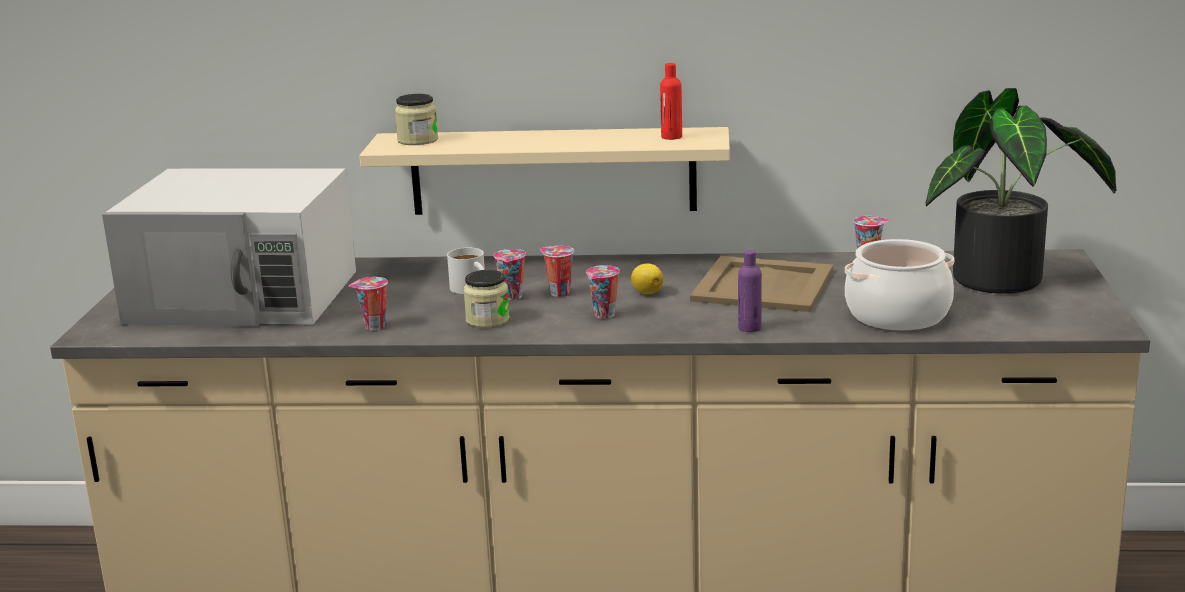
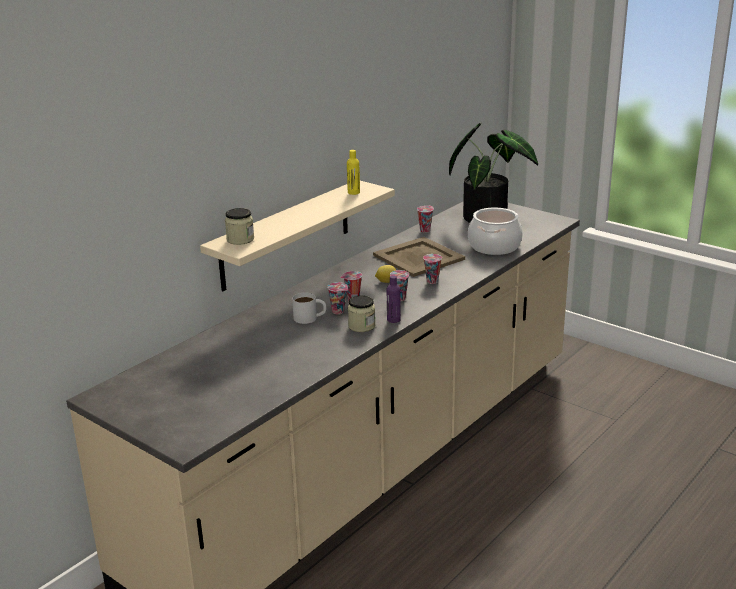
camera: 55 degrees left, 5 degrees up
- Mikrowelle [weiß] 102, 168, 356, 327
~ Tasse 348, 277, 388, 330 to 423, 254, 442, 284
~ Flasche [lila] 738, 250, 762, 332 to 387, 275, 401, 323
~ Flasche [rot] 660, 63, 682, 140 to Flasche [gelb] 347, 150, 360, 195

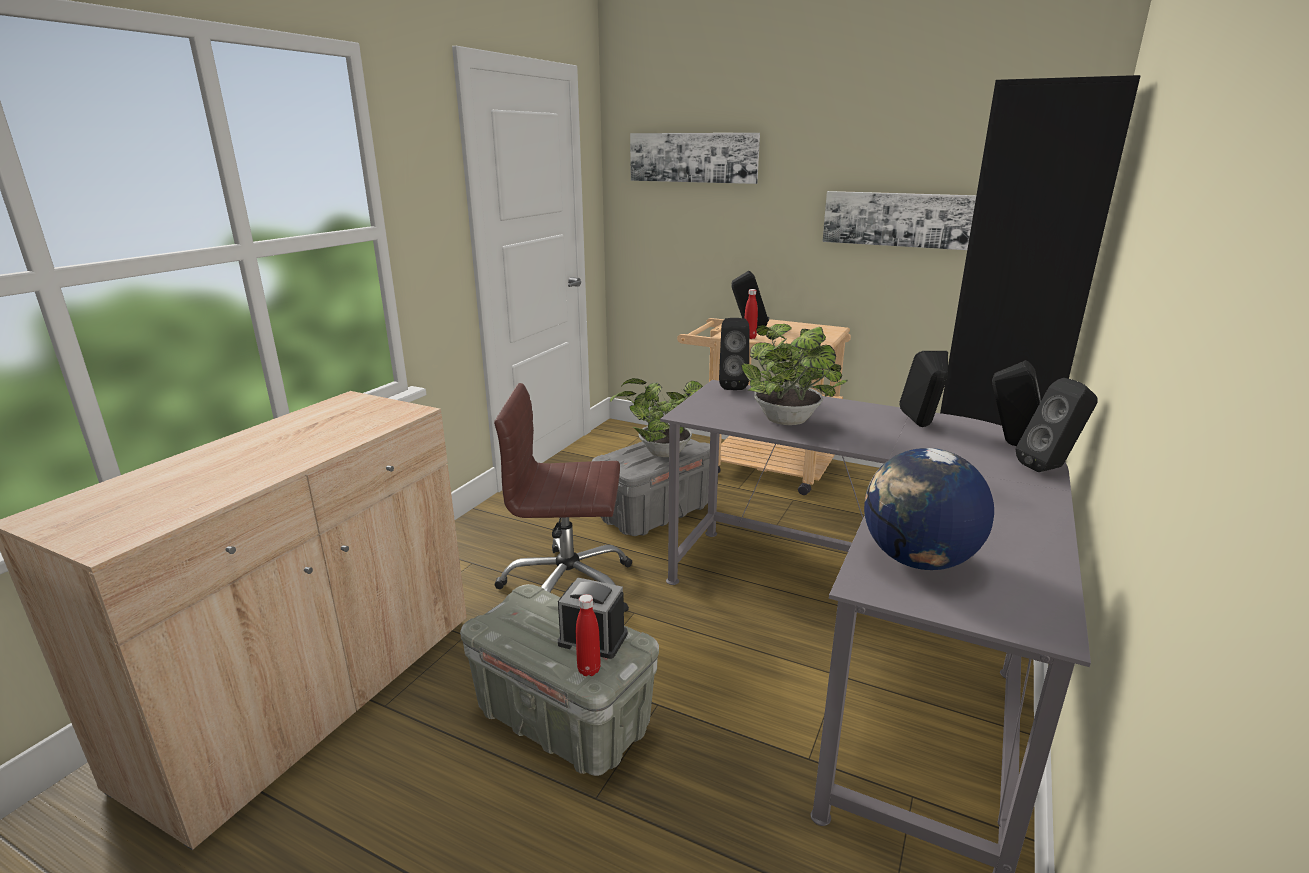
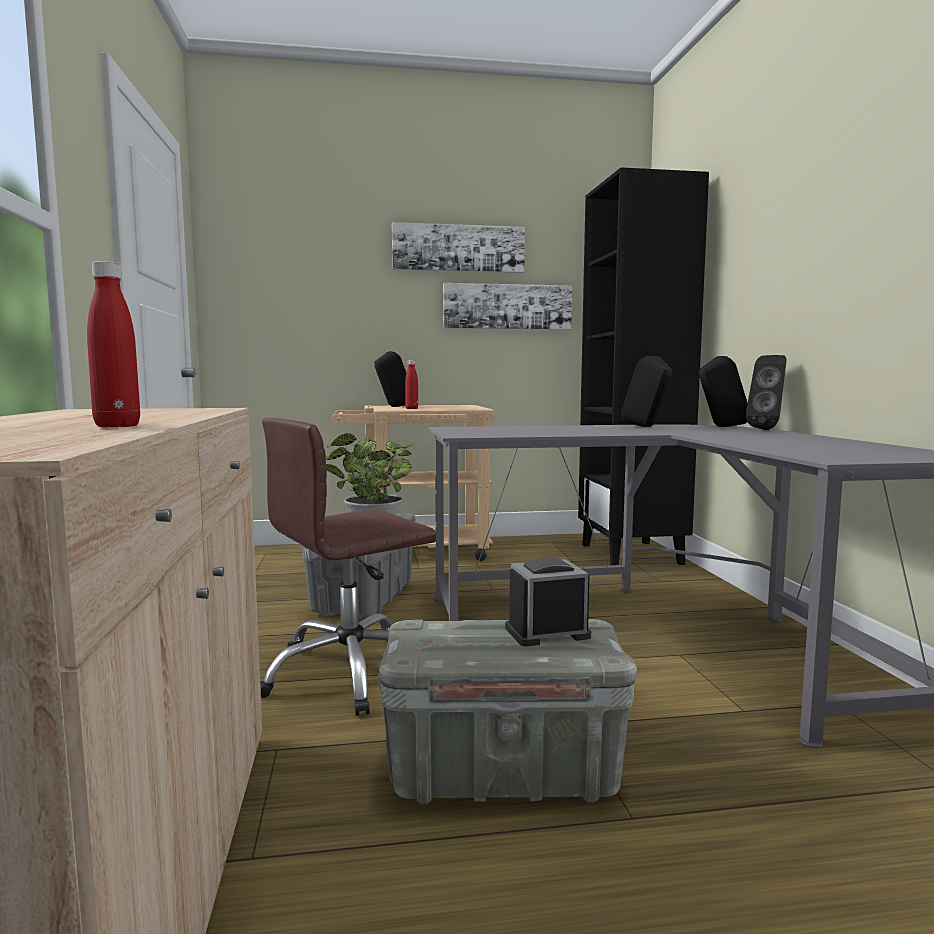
camera: 35 degrees left, 15 degrees down
- Lautsprecher [schwarz] 719, 318, 749, 390
- Topfpflanze 741, 324, 848, 425
- Globus 864, 448, 994, 570
~ Flasche [rot] 576, 594, 601, 676 to 87, 261, 140, 427
~ Bild 630, 133, 760, 184 to 392, 222, 525, 273

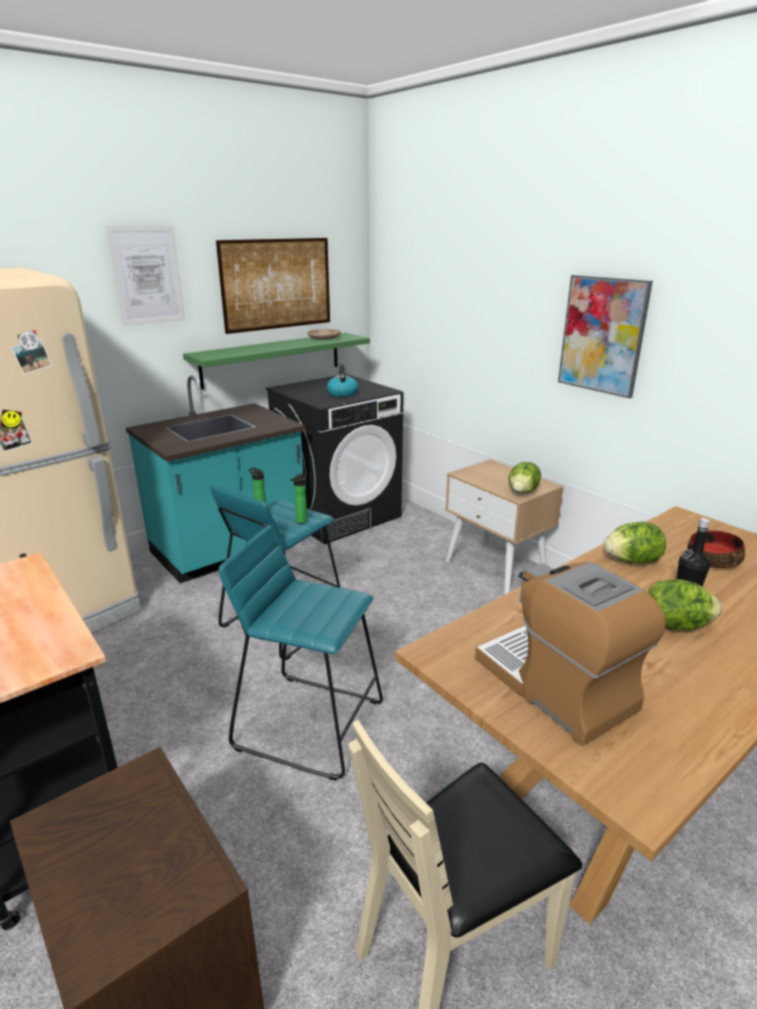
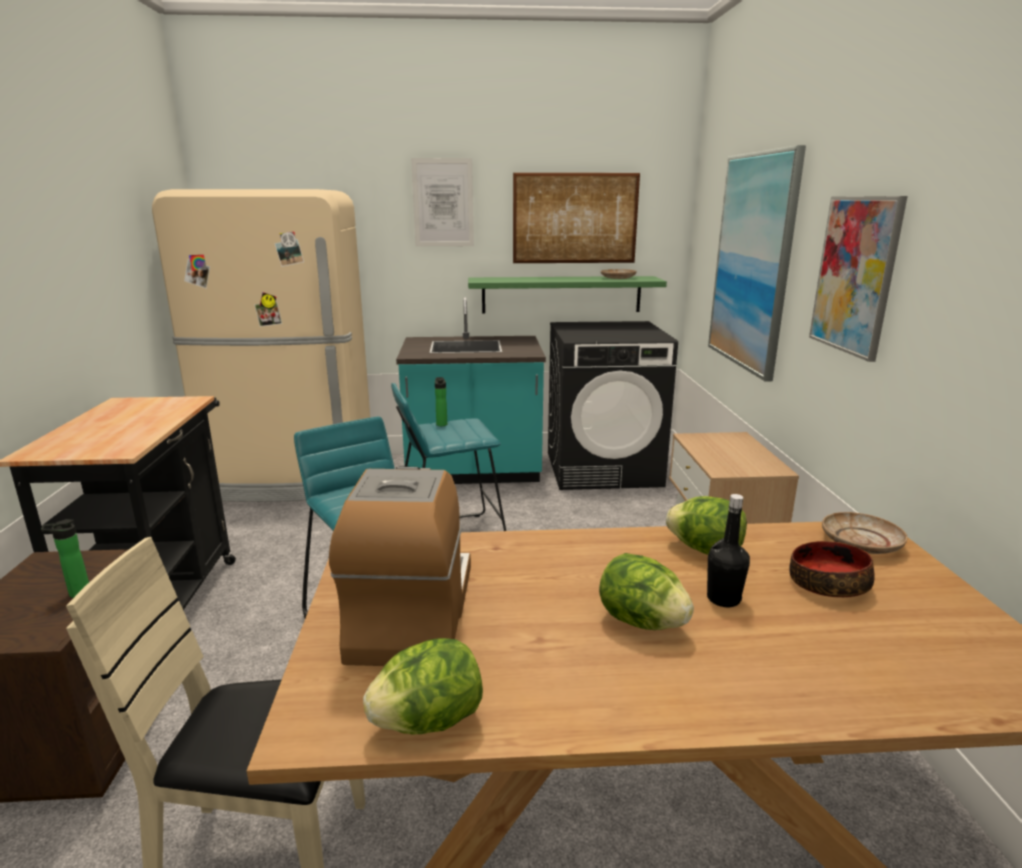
camera: 35 degrees right, 5 degrees down
- Wasserkessel 327, 364, 358, 397
+ Bild 708, 145, 806, 381
+ Teller [beige] 822, 512, 907, 554
~ Flasche 290, 474, 308, 523 to 41, 519, 89, 598
~ Salatkopf 508, 462, 541, 494 to 363, 638, 483, 735

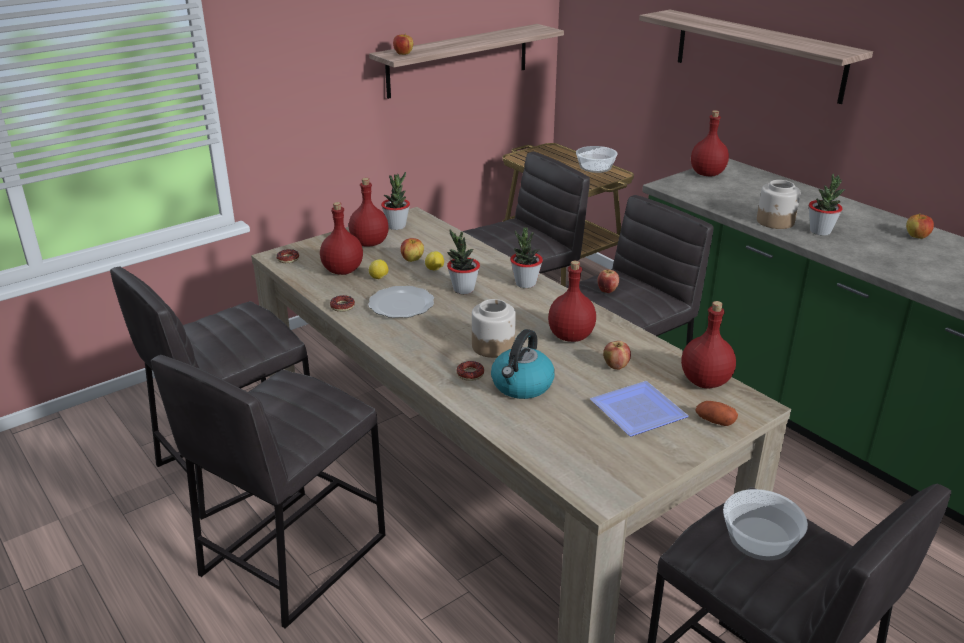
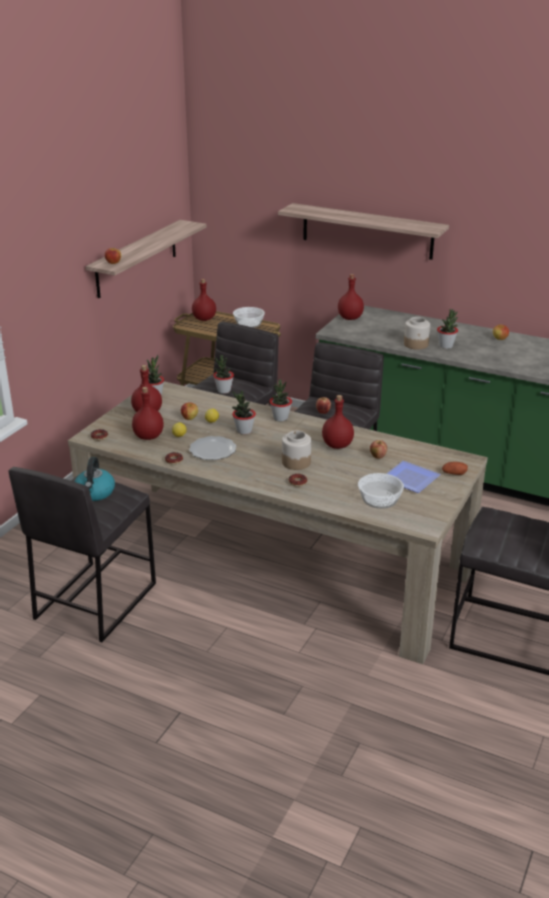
camera: 25 degrees left, 0 degrees up
- Hocker [grau] 151, 355, 386, 629
+ Topfpflanze 213, 355, 234, 394
~ Wasserkessel 491, 329, 555, 399 to 74, 457, 115, 501
~ Flasche [rot] 681, 301, 736, 388 to 192, 279, 216, 321
~ Schüssel 723, 489, 808, 560 to 358, 473, 404, 509

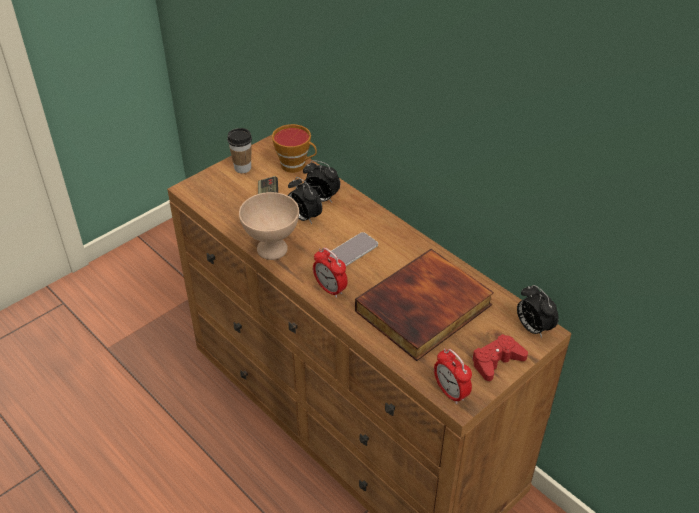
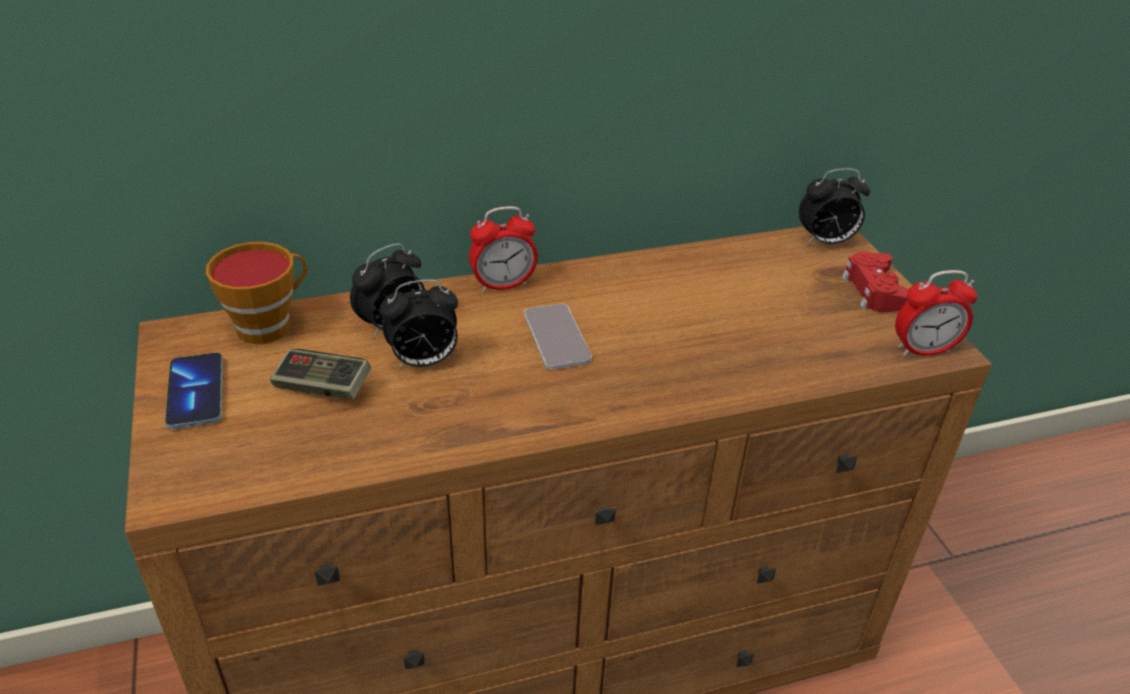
camera: 65 degrees left, 5 degrees down
- Schüssel [beige] 239, 192, 299, 260
- Buch 355, 249, 494, 361
~ Wecker 313, 247, 348, 298 to 469, 206, 538, 292
~ Tasse 227, 128, 252, 173 to Handy 165, 353, 223, 429

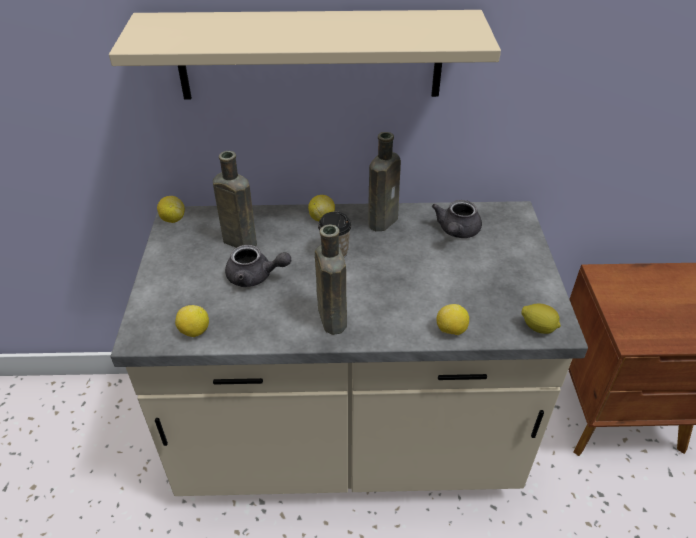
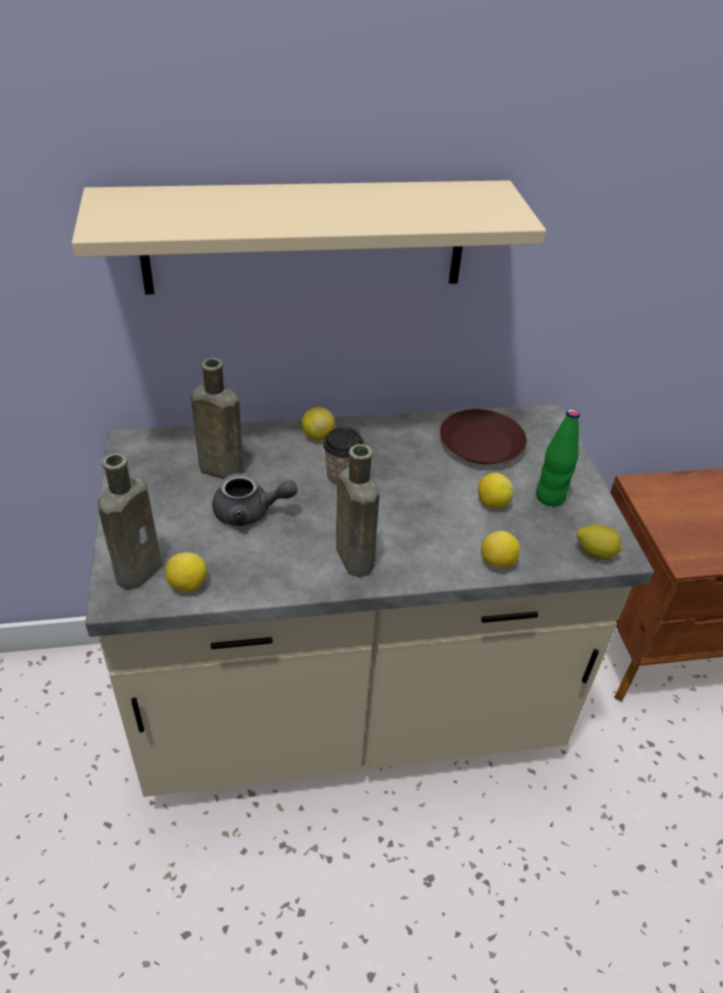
camera: 10 degrees left, 0 degrees up
+ Flasche [grün] 536, 408, 580, 507
~ Zitrone 157, 196, 185, 223 to 478, 473, 513, 509
~ Flasche [braun] 368, 132, 401, 231 to 98, 453, 162, 590
~ Teekanne [grau] 432, 200, 482, 238 to Teller [braun] 440, 409, 527, 464

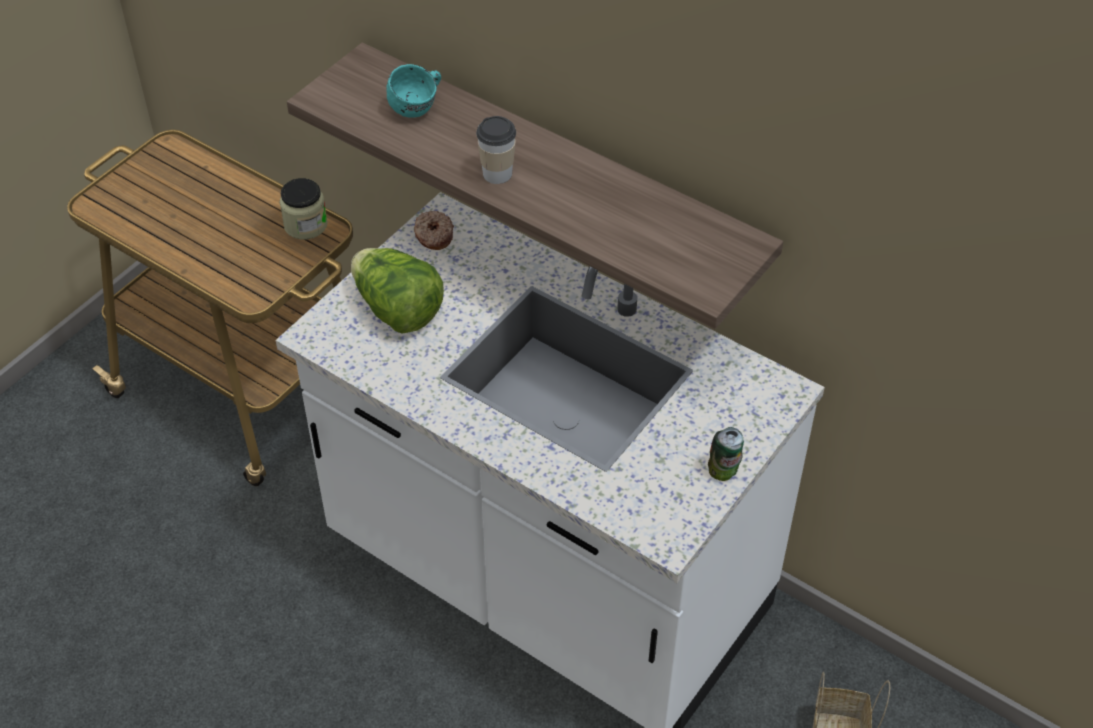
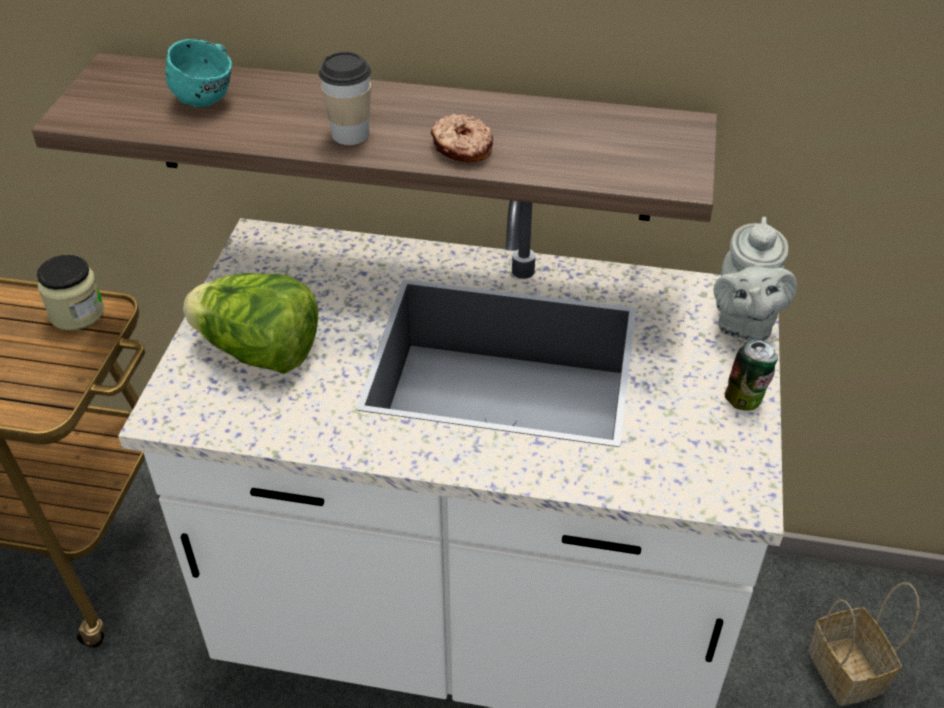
camera: 25 degrees left, 5 degrees down
+ Teekanne [grau] 713, 217, 797, 341
~ Donut 414, 211, 454, 250 to 431, 114, 493, 163

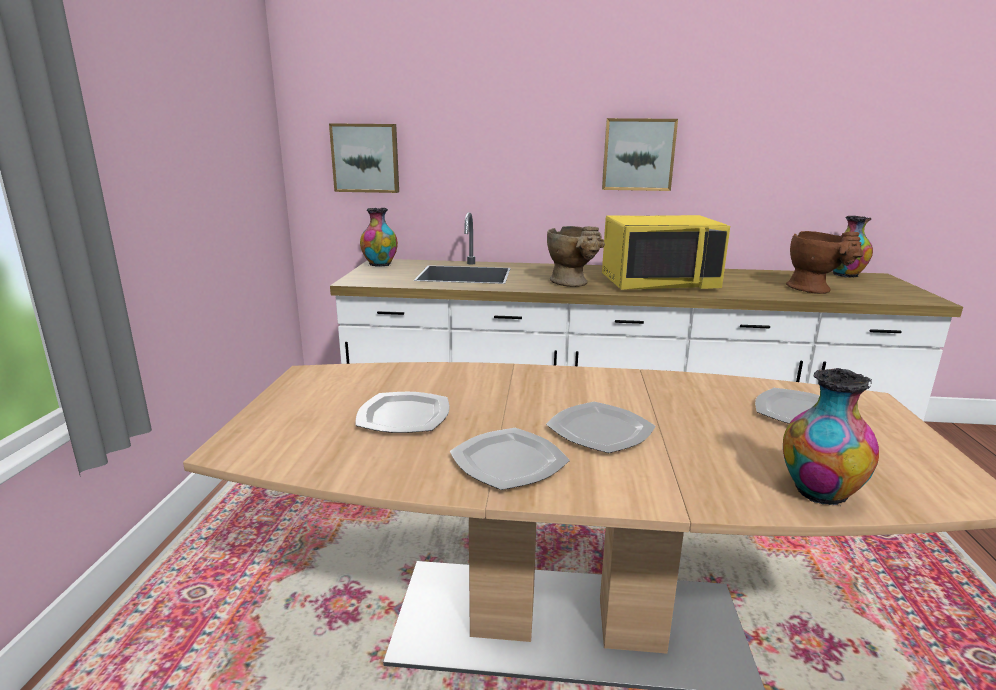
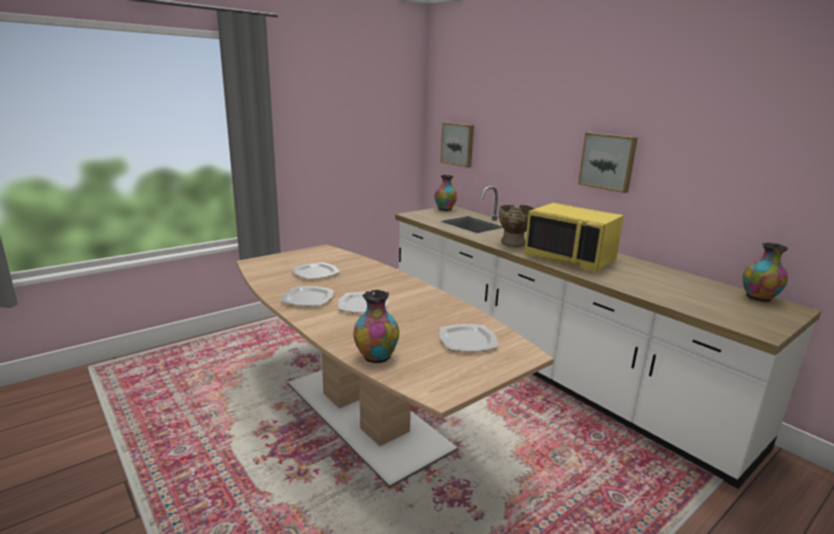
camera: 45 degrees right, 0 degrees up
- Vase [braun] 786, 231, 863, 294

